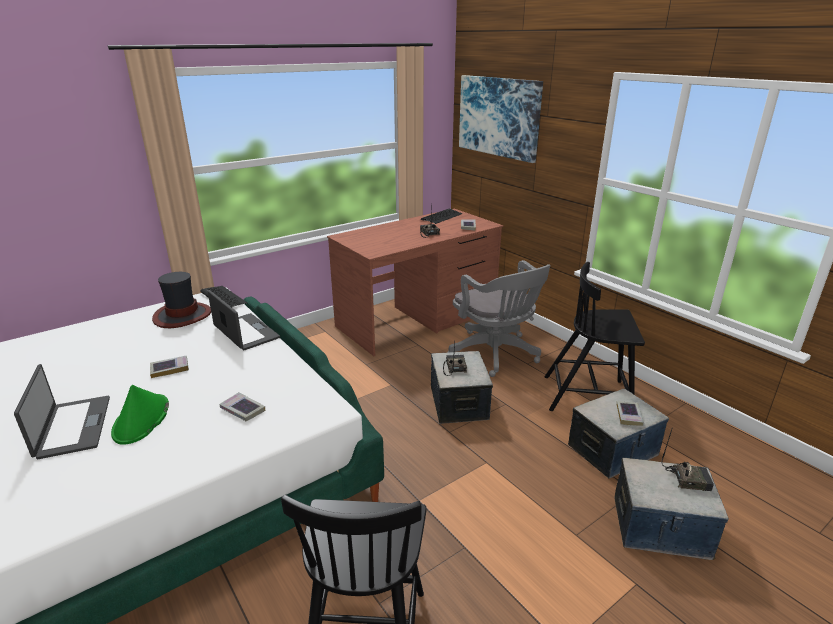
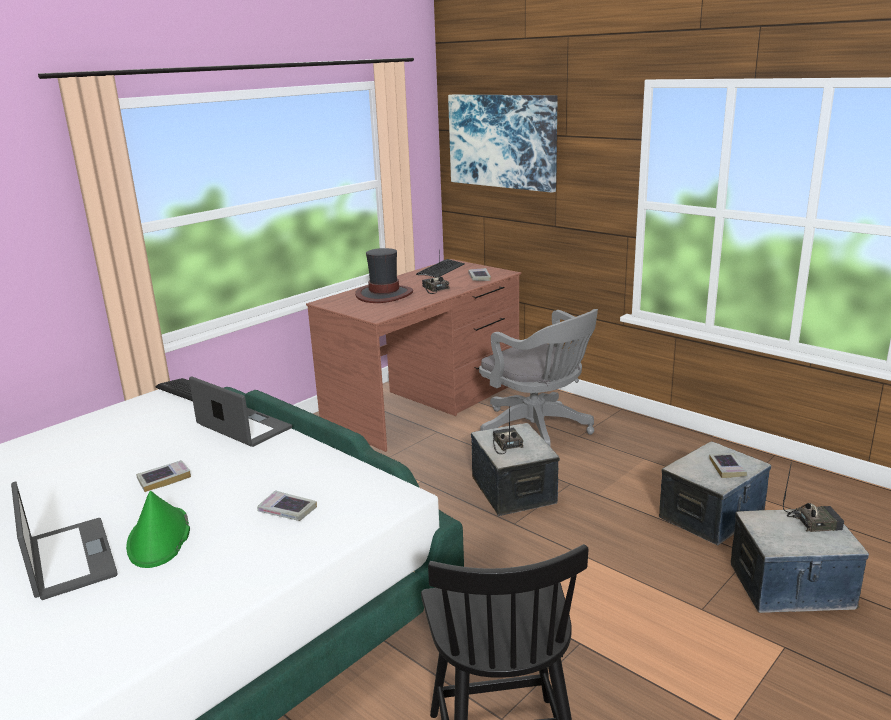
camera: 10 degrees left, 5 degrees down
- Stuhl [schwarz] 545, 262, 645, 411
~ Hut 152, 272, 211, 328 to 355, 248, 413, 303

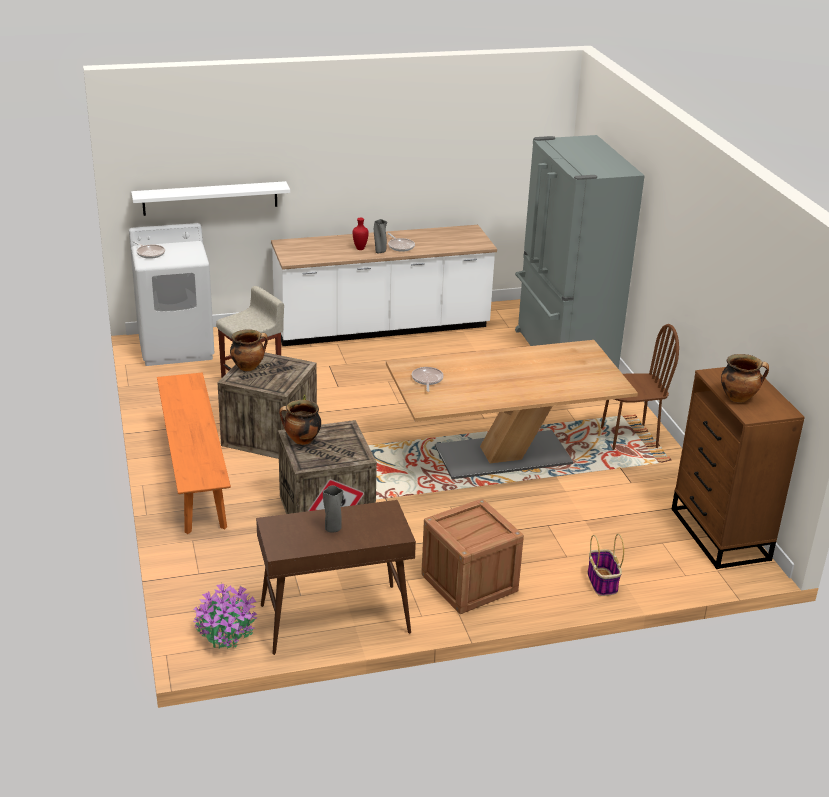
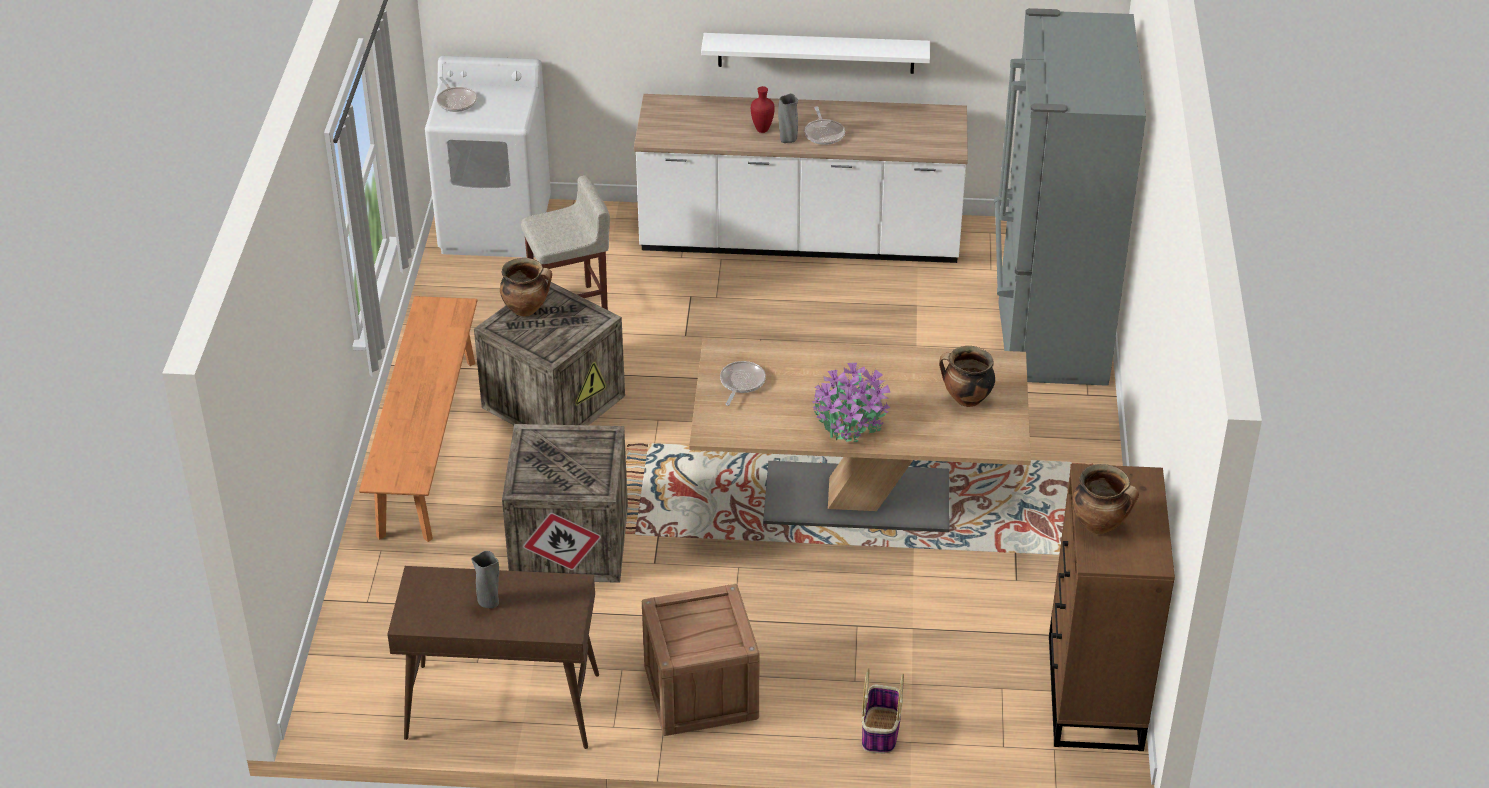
camera: 20 degrees right, 10 degrees up
- Stuhl [braun] 601, 324, 679, 450
~ Wandregal [weiß] 131, 181, 290, 216 to 701, 33, 930, 74
~ Topfpflanze 193, 583, 258, 649 to 812, 363, 890, 443
~ Kochtopf 279, 400, 321, 445 to 939, 346, 995, 407

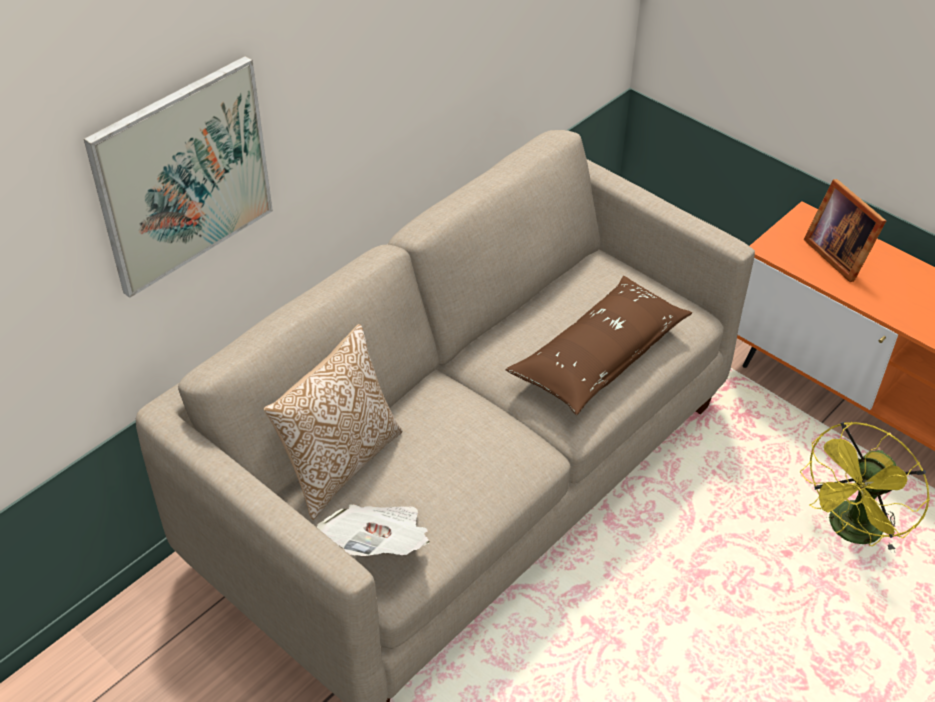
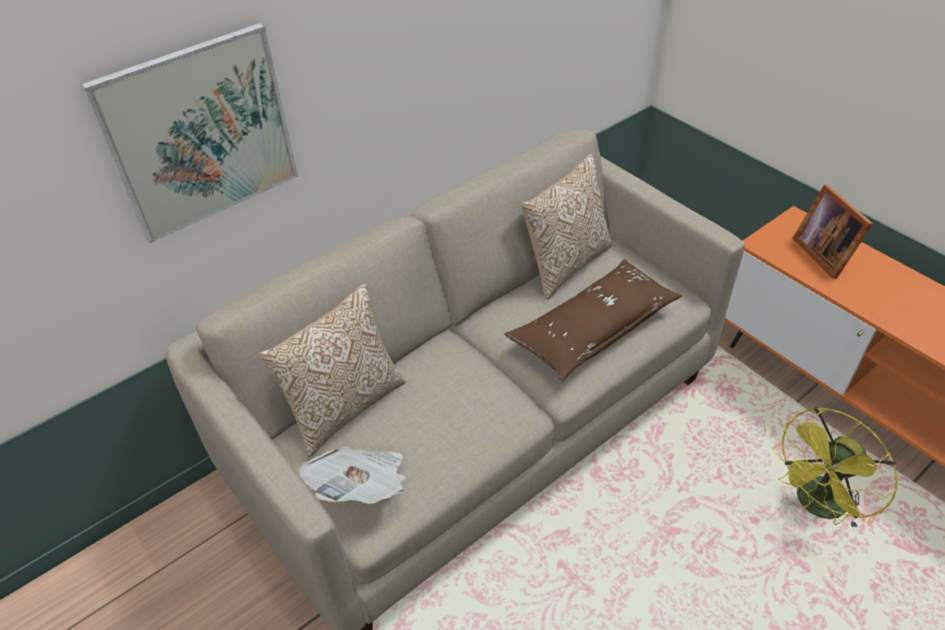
camera: 10 degrees right, 0 degrees up
+ Kissen 521, 154, 612, 300

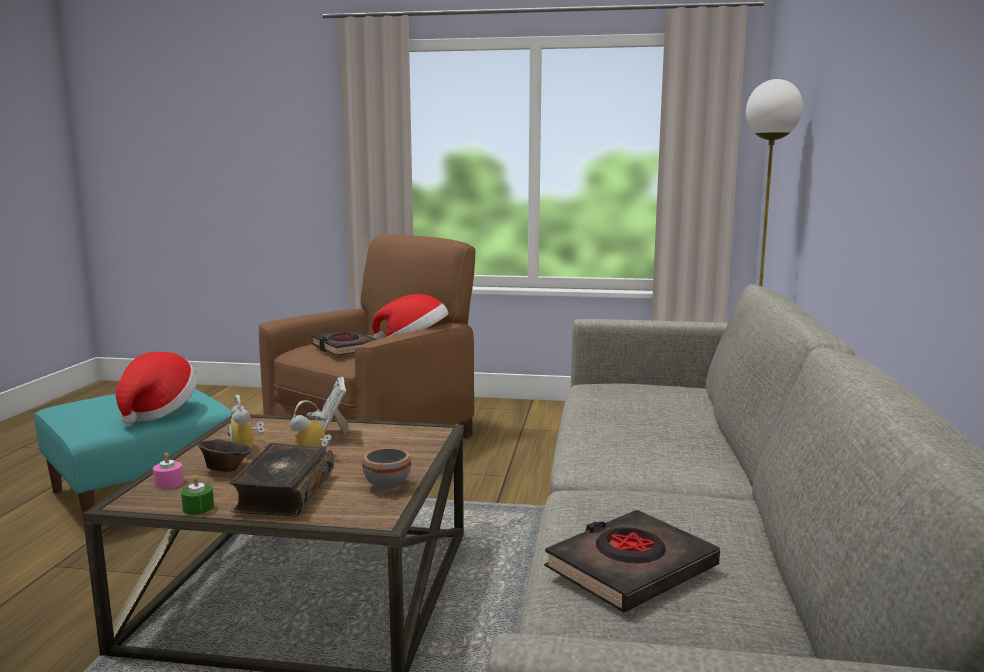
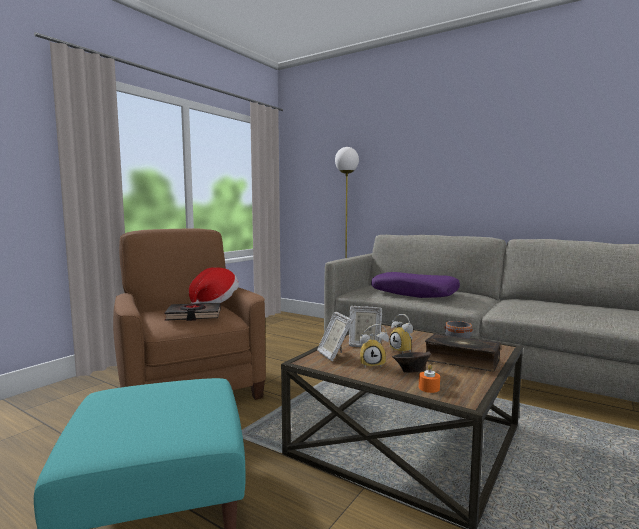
camera: 65 degrees left, 5 degrees down
- Hut 115, 352, 198, 424
- Kerze [grün] 181, 475, 214, 515
- Buch [schwarz] 544, 510, 720, 613
+ Bilderrahmen 317, 312, 353, 361
+ Kissen [lila] 371, 272, 460, 298
~ Kerze [rosa] 153, 452, 184, 489 to Kerze [orange] 419, 365, 440, 393

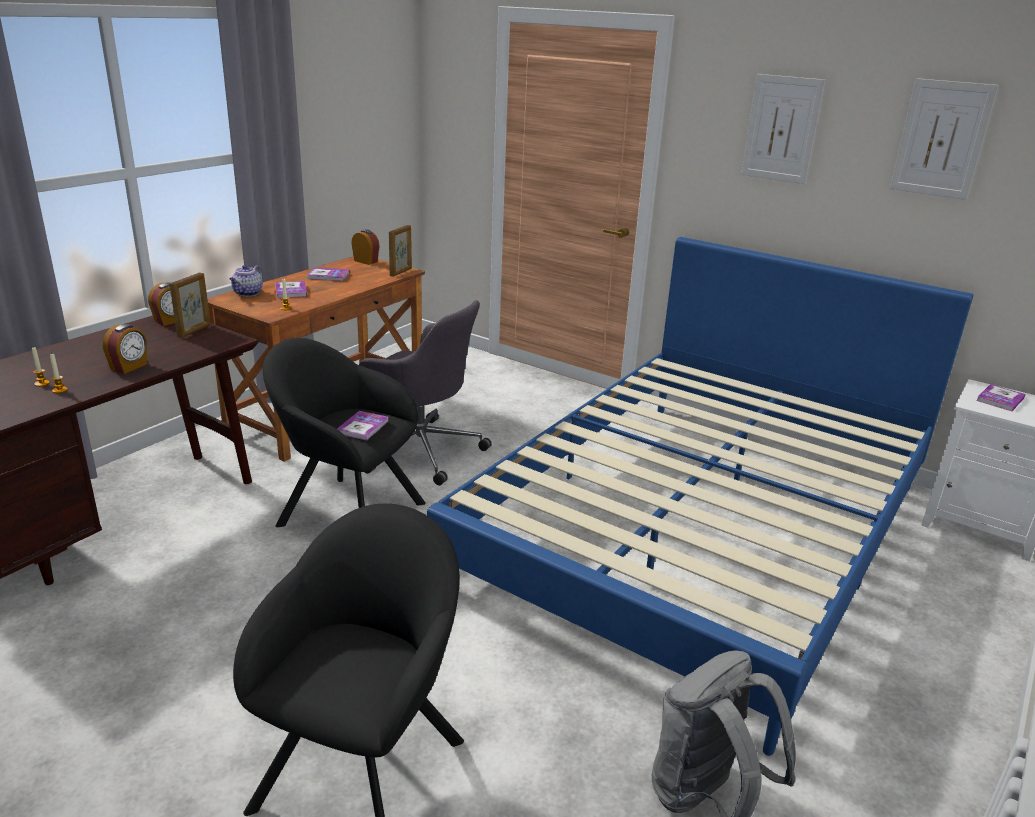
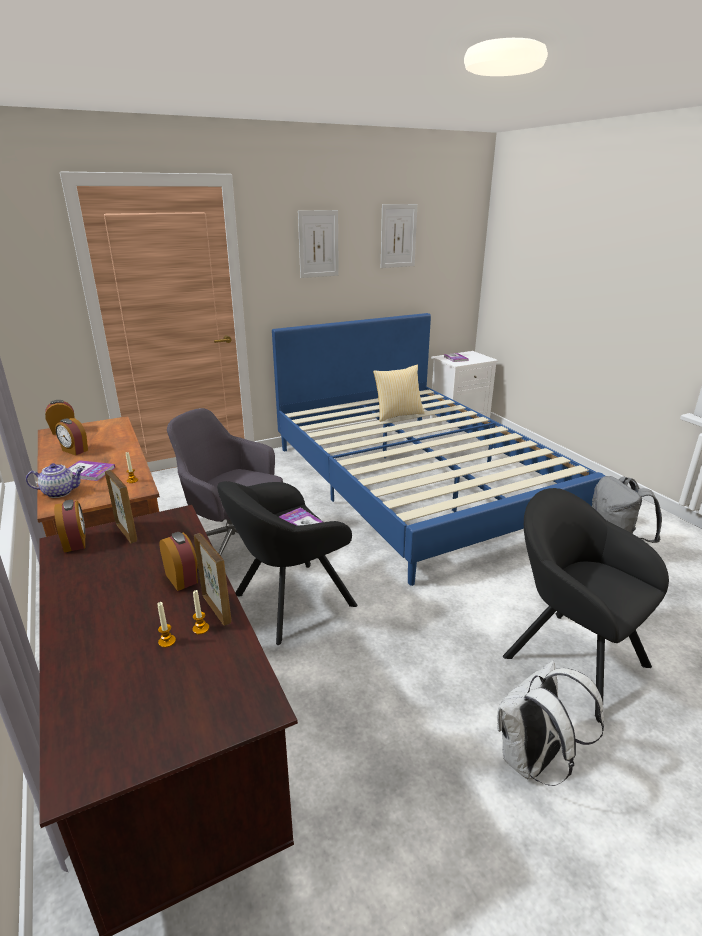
camera: 60 degrees left, 0 degrees up
+ Kissen 373, 364, 425, 422
+ Rucksack [weiß] 497, 660, 604, 786
~ Bilderrahmen 389, 225, 412, 277 to 194, 533, 231, 626
~ Buch 307, 267, 350, 281 to Wecker 55, 418, 88, 456
~ Teekanne 229, 265, 263, 296 = 26, 463, 84, 498 60 degrees counterclockwise
~ Bürostuhl [grau] 359, 300, 492, 486 = 167, 408, 283, 556 120 degrees counterclockwise

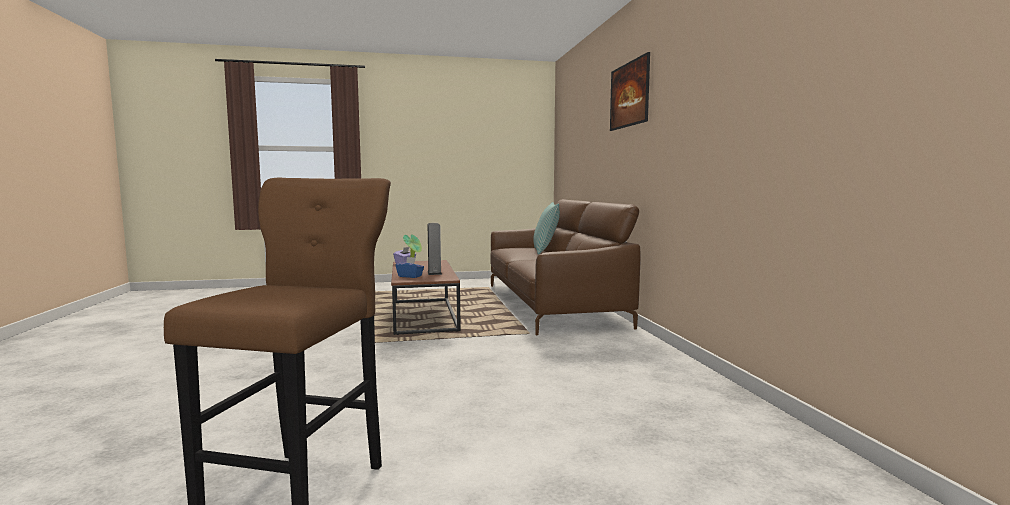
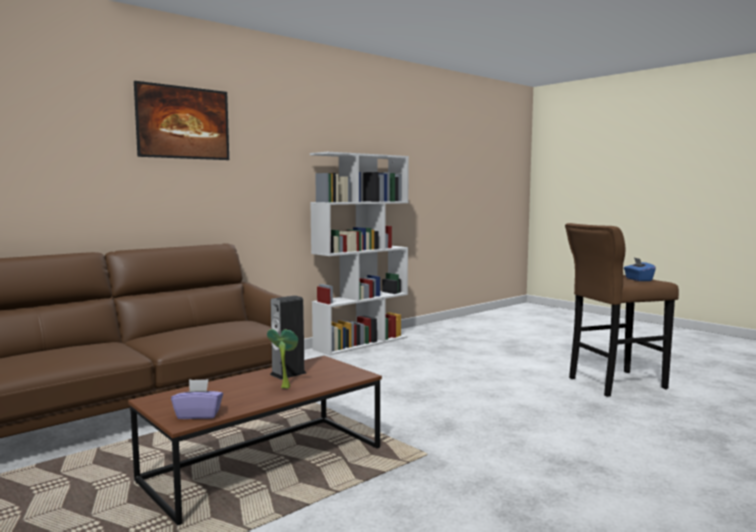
camera: 120 degrees left, 0 degrees up
- Kissen 533, 202, 560, 255
+ Bücherregal [weiß] 310, 152, 409, 356
~ Taschentuchbox [blau] 396, 257, 424, 278 to 624, 257, 656, 281

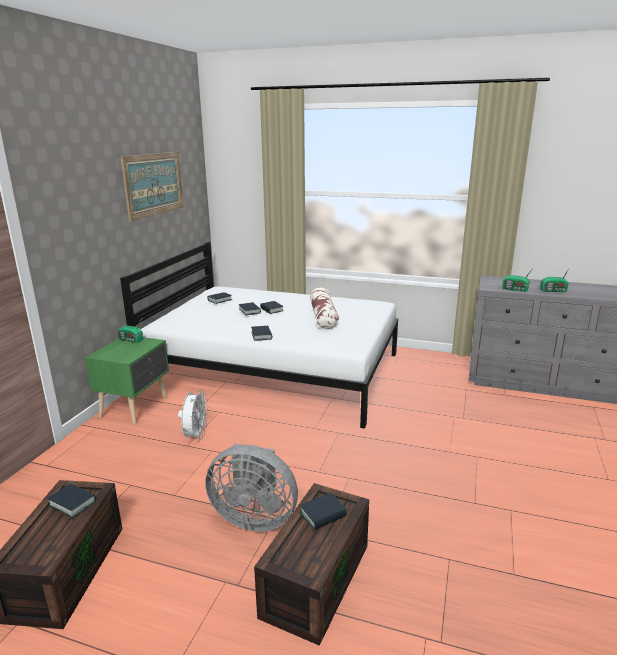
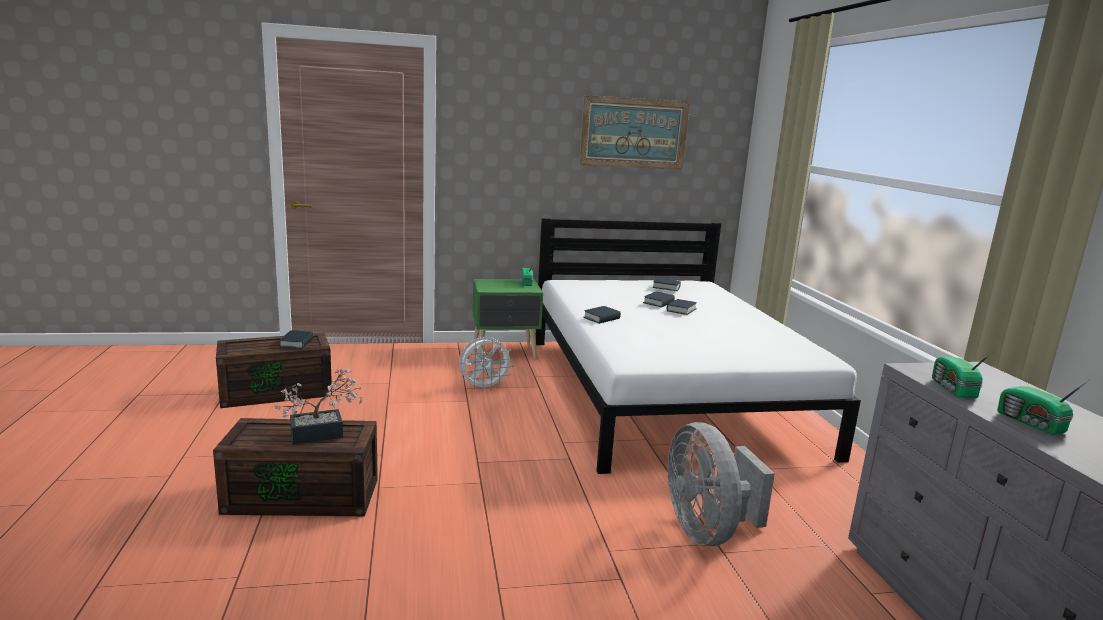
camera: 60 degrees right, 5 degrees down
- Kissen 310, 288, 339, 329
~ Ventilator [grau] 205, 444, 298, 532 to 668, 422, 775, 546
~ Buch 300, 493, 347, 530 to Topfpflanze 274, 368, 363, 444

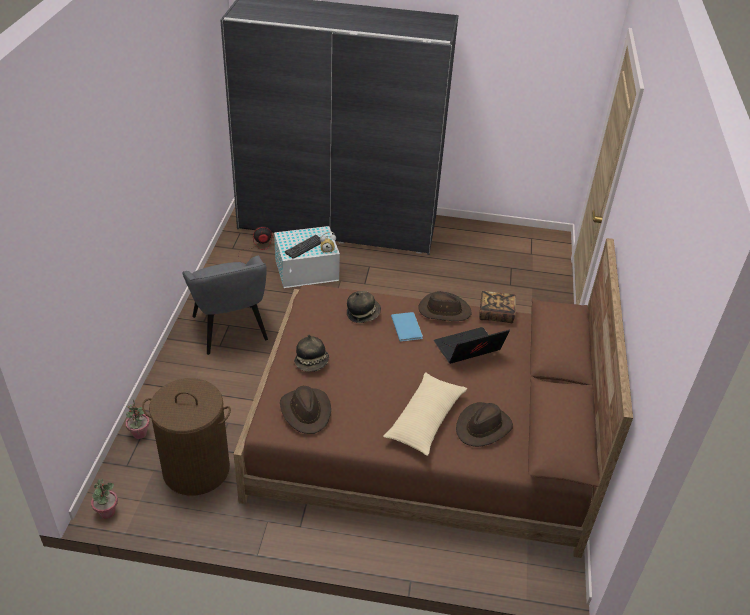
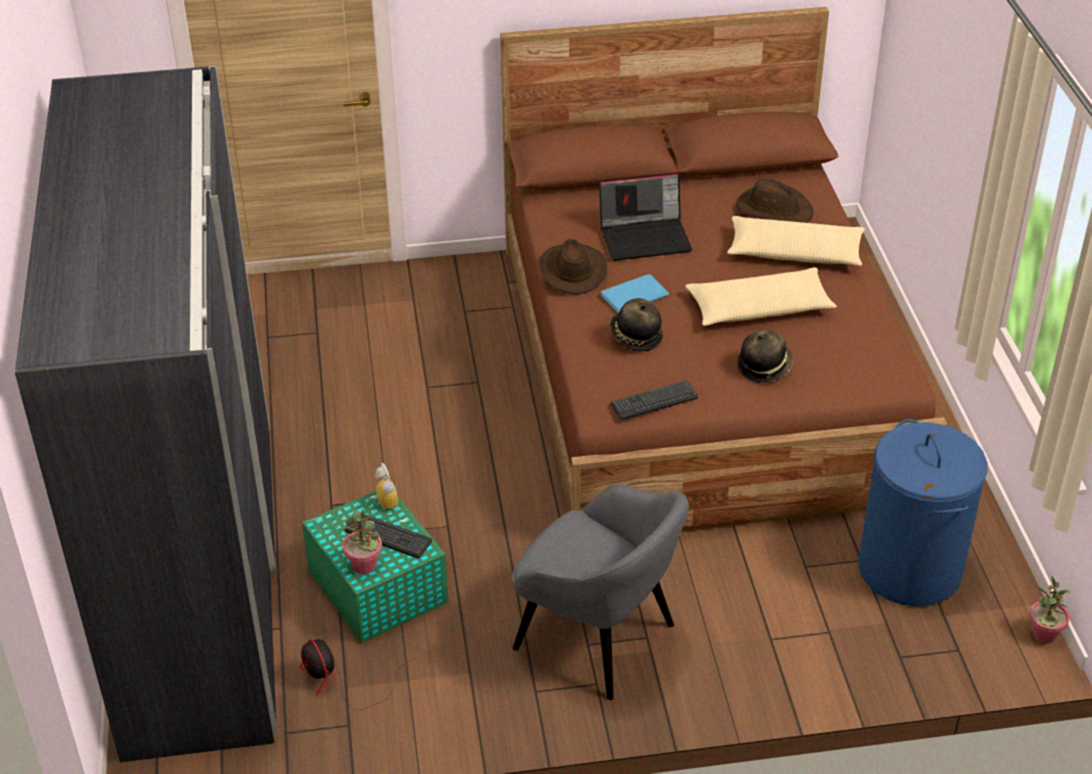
camera: 105 degrees left, 0 degrees up
- Hut [braun] 280, 386, 331, 434
- Buch 479, 291, 516, 323
+ Tastatur 611, 380, 698, 420
+ Kissen [beige] 685, 267, 837, 326
~ Topfpflanze 125, 400, 150, 439 to 343, 509, 382, 574
~ Wäschekorb [braun] 142, 378, 231, 495 to Wäschekorb [blau] 858, 419, 987, 606
~ Aufbewahrungsbox [weiß] 274, 226, 340, 288 to Aufbewahrungsbox [grün] 302, 491, 449, 643
~ Sessel [grau] 183, 255, 268, 355 = 512, 484, 689, 700 75 degrees clockwise
~ Laptop 434, 327, 510, 364 = 599, 172, 692, 261 60 degrees counterclockwise

